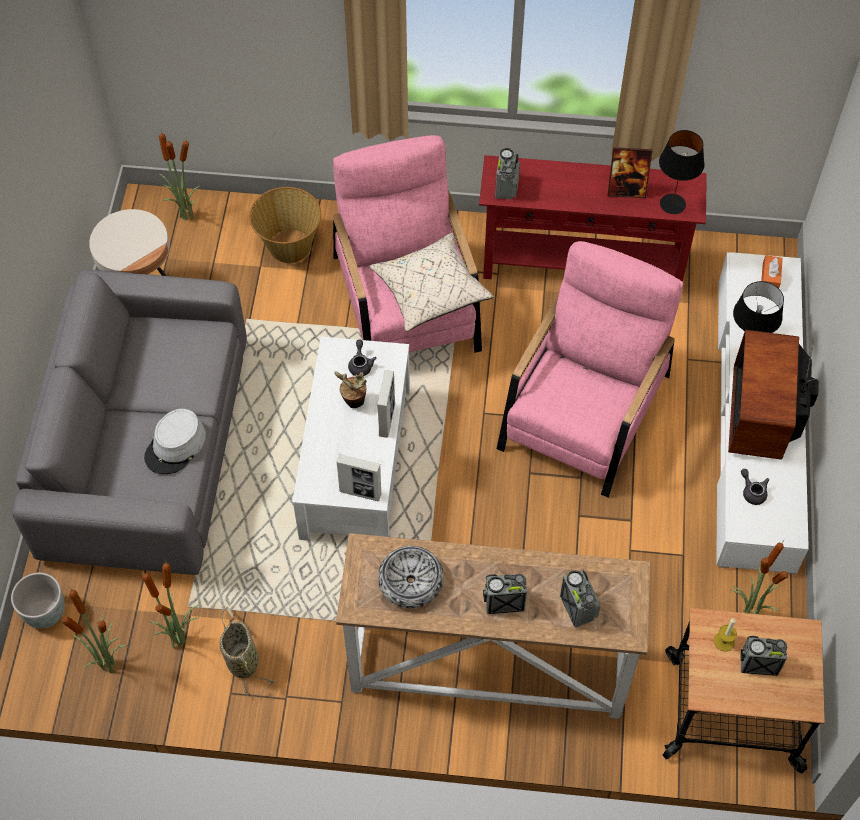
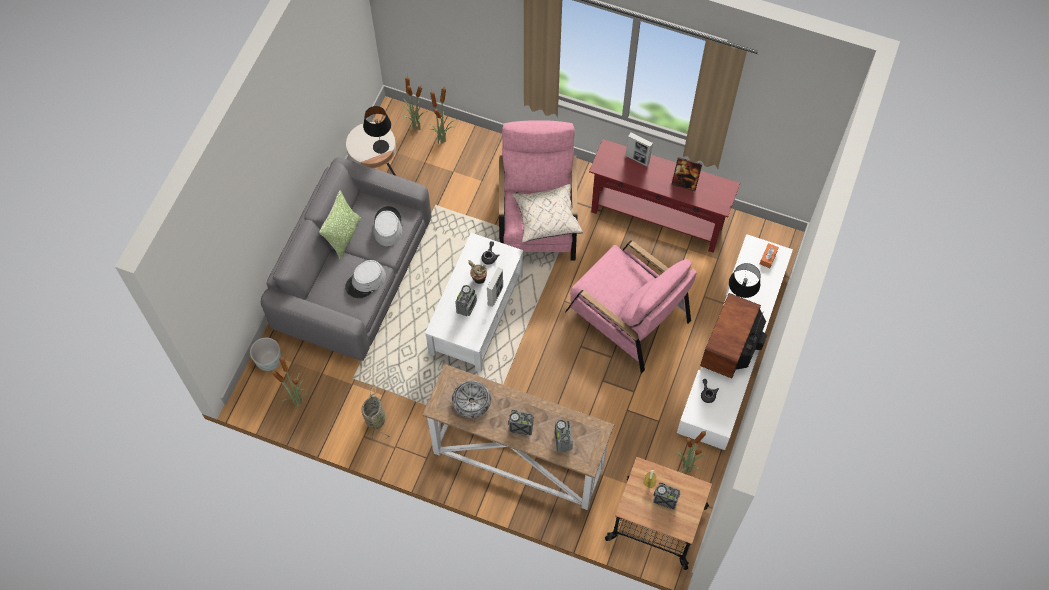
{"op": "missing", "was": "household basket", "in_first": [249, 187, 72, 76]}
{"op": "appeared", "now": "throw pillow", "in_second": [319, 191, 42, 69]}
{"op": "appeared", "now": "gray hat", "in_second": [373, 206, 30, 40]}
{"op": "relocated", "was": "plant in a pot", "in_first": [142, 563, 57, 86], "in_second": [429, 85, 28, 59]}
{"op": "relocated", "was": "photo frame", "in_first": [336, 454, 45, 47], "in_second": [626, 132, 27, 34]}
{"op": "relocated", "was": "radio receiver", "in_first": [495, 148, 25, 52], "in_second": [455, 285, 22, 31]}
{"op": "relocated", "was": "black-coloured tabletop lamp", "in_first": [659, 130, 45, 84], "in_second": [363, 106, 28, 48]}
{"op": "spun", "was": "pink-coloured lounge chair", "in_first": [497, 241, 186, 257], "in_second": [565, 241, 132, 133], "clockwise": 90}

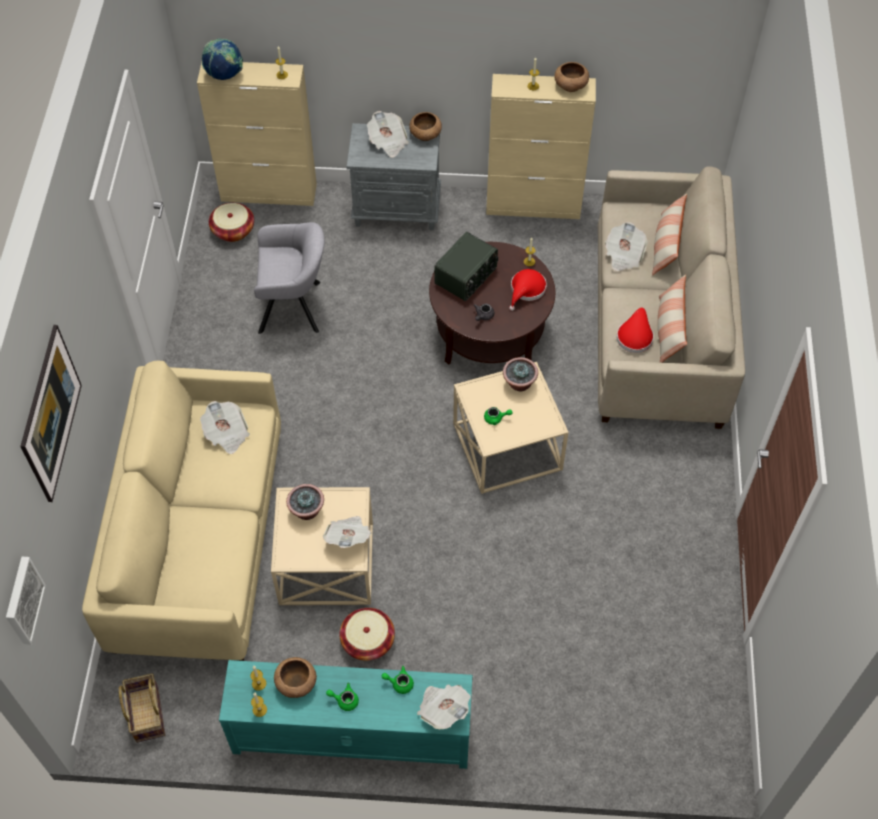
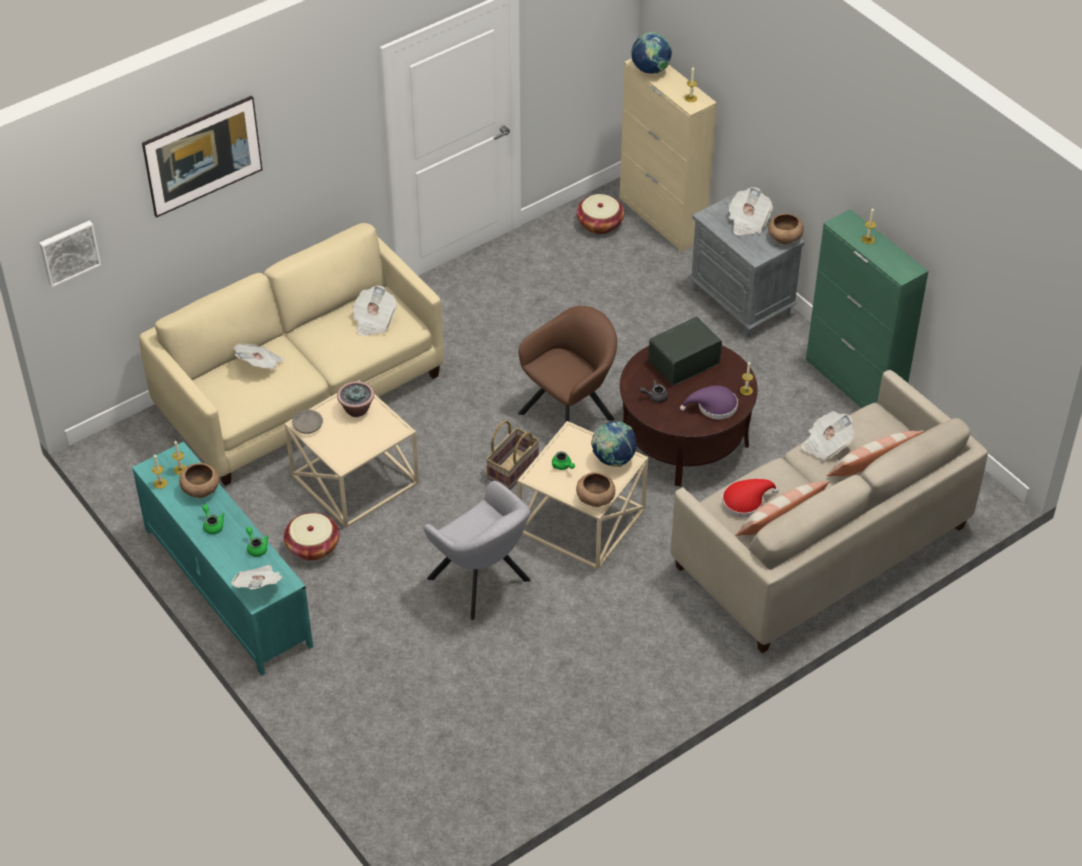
{"op": "appeared", "now": "gray deep dish", "in_second": [292, 409, 31, 25]}
{"op": "appeared", "now": "brownish lounge chair", "in_second": [518, 306, 99, 117]}
{"op": "relocated", "was": "household basket", "in_first": [119, 674, 46, 69], "in_second": [486, 420, 54, 70]}
{"op": "relocated", "was": "gray lounge chair", "in_first": [254, 222, 71, 112], "in_second": [423, 481, 108, 139]}
{"op": "relocated", "was": "printed paper", "in_first": [323, 516, 49, 32], "in_second": [234, 343, 51, 26]}
{"op": "relocated", "was": "brownish deep dish", "in_first": [554, 62, 35, 30], "in_second": [576, 472, 40, 35]}
{"op": "exchanged", "was": "plant in a pot", "now": "globe", "in_first": [503, 357, 35, 34], "in_second": [591, 421, 46, 46]}
{"op": "colour", "was": "sand-coloured cabinet", "now": "green cabinet", "in_first": [486, 74, 110, 145], "in_second": [806, 209, 123, 199]}
{"op": "colour", "was": "red-coloured hat", "now": "purple-coloured hat", "in_first": [509, 269, 38, 42], "in_second": [680, 385, 58, 34]}
{"op": "spun", "was": "radio receiver", "in_first": [434, 232, 64, 69], "in_second": [648, 317, 74, 69], "clockwise": 150}

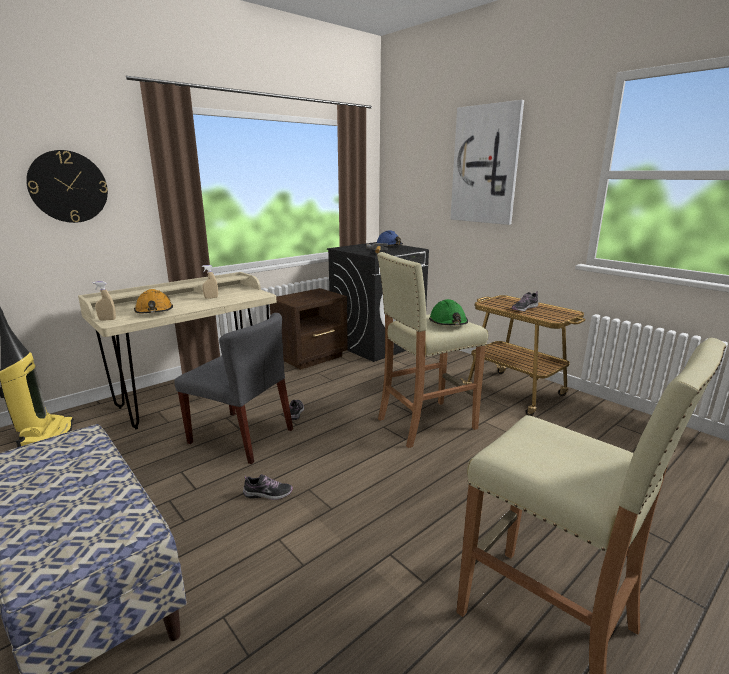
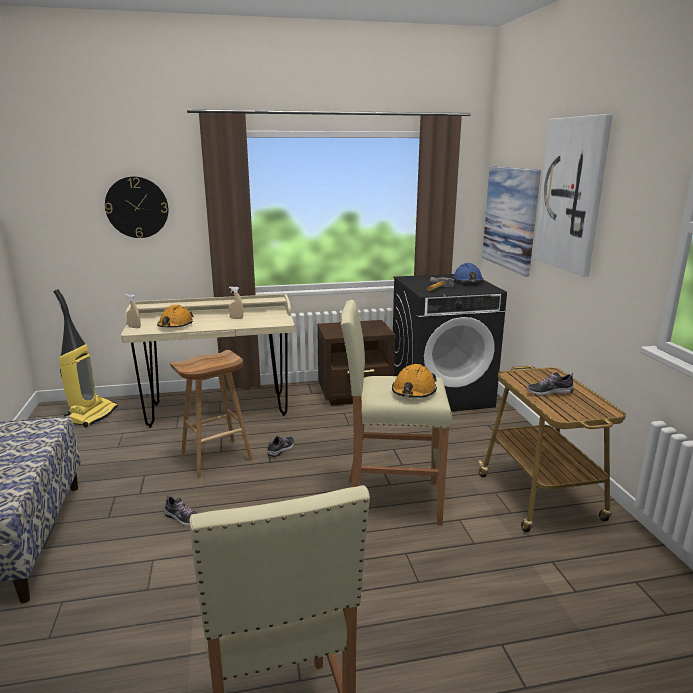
{"op": "appeared", "now": "wall picture", "in_second": [482, 167, 59, 109]}
{"op": "exchanged", "was": "gray plain chair", "now": "brownish stool seat", "in_first": [174, 313, 119, 151], "in_second": [170, 350, 83, 128]}
{"op": "colour", "was": "green work helmet", "now": "orange-coloured work helmet", "in_first": [429, 299, 39, 26], "in_second": [392, 364, 45, 34]}

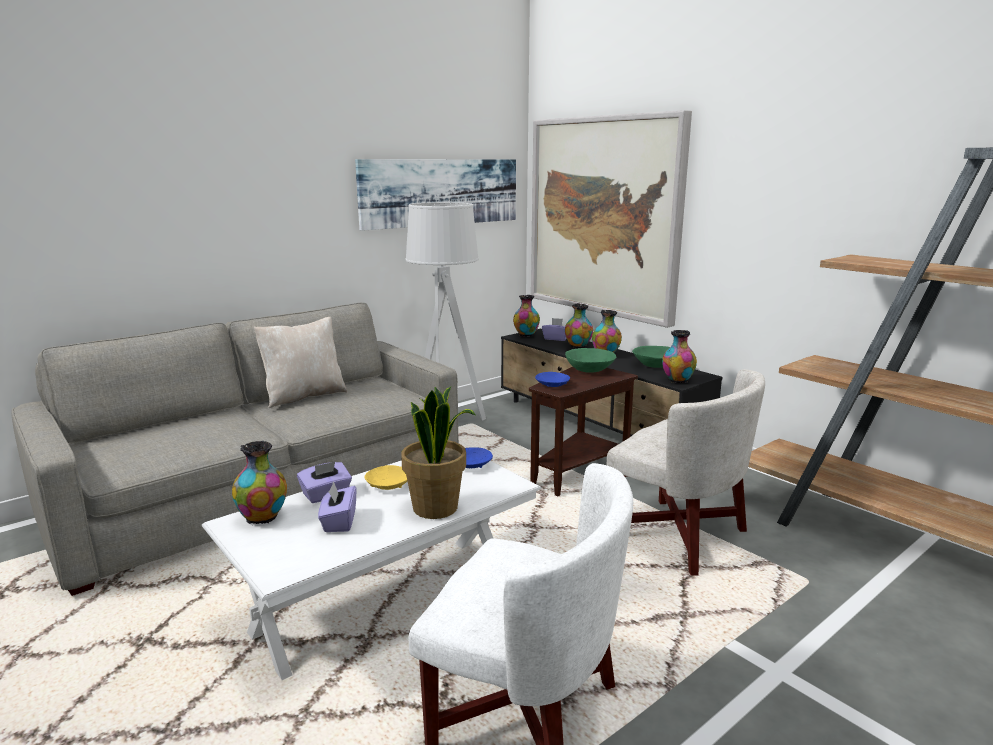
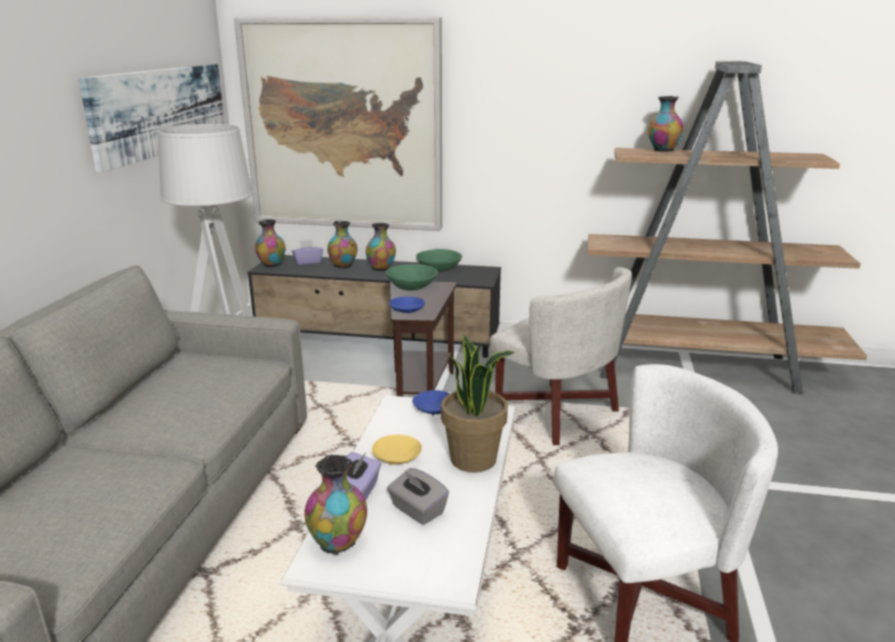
{"op": "missing", "was": "sand-coloured throw pillow", "in_first": [254, 317, 93, 91]}
{"op": "relocated", "was": "flower vase", "in_first": [662, 330, 35, 53], "in_second": [648, 96, 36, 56]}
{"op": "colour", "was": "purple-coloured tissue holder", "now": "gray tissue holder", "in_first": [318, 481, 39, 51], "in_second": [387, 468, 62, 57]}
{"op": "spun", "was": "whitish lounge chair", "in_first": [606, 369, 159, 207], "in_second": [490, 267, 142, 178], "clockwise": 45}

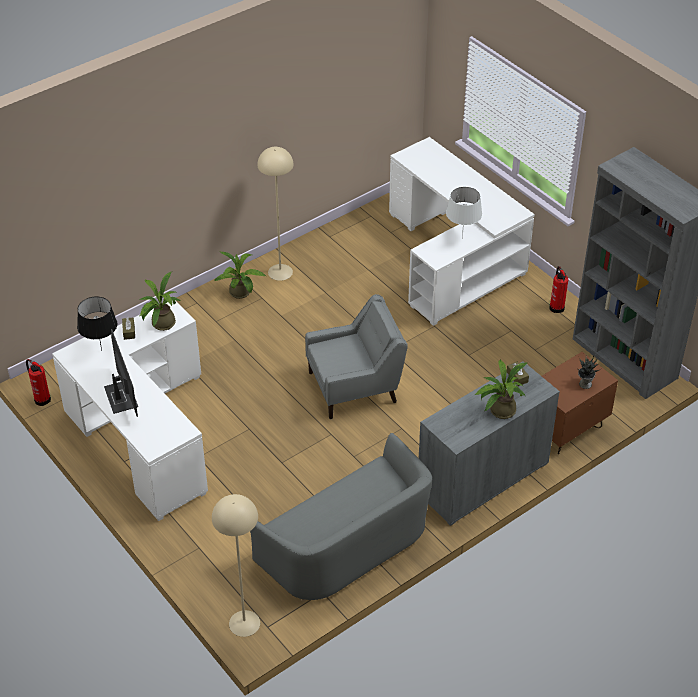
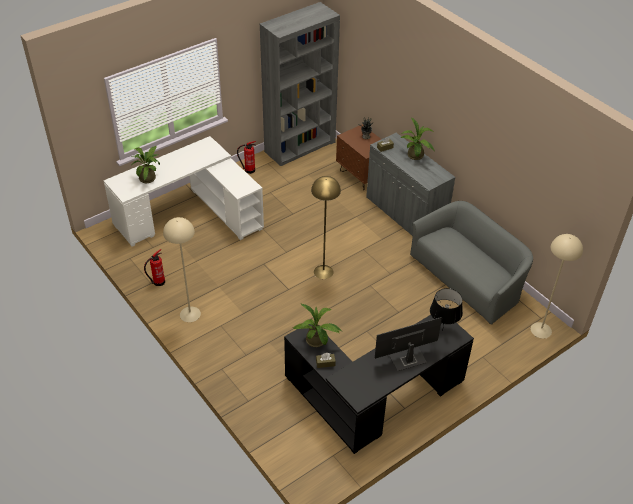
{"op": "missing", "was": "whitish tabletop lamp", "in_first": [446, 187, 36, 52]}
{"op": "relocated", "was": "extinguisher", "in_first": [26, 359, 25, 47], "in_second": [144, 249, 21, 37]}
{"op": "relocated", "was": "black-coloured tabletop lamp", "in_first": [77, 297, 40, 54], "in_second": [430, 288, 33, 43]}
{"op": "relocated", "was": "plant in a pot", "in_first": [214, 252, 52, 47], "in_second": [132, 146, 28, 37]}
{"op": "exchanged", "was": "gray lounge chair", "now": "yellow standing lamp", "in_first": [305, 294, 103, 125], "in_second": [311, 176, 30, 103]}
{"op": "colour", "was": "whitish desk unit", "now": "black-coloured desk unit", "in_first": [52, 300, 156, 221], "in_second": [284, 315, 190, 139]}

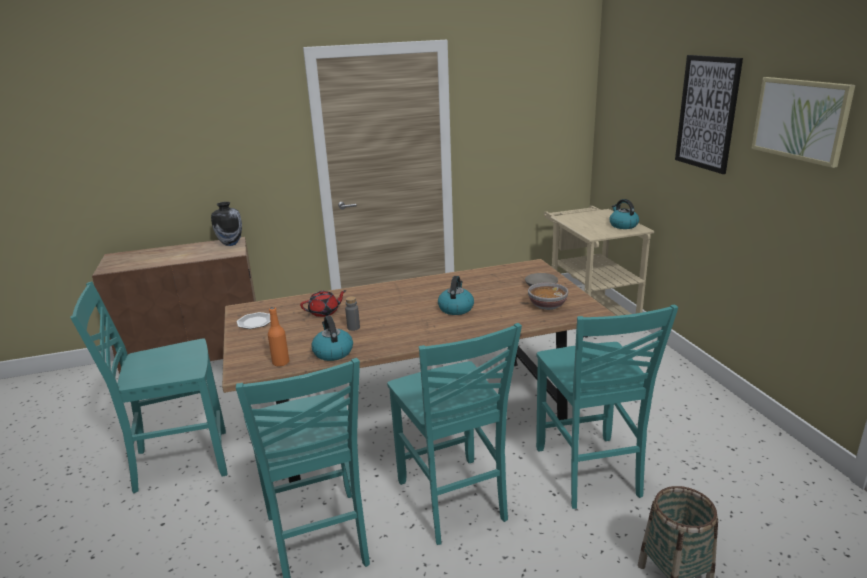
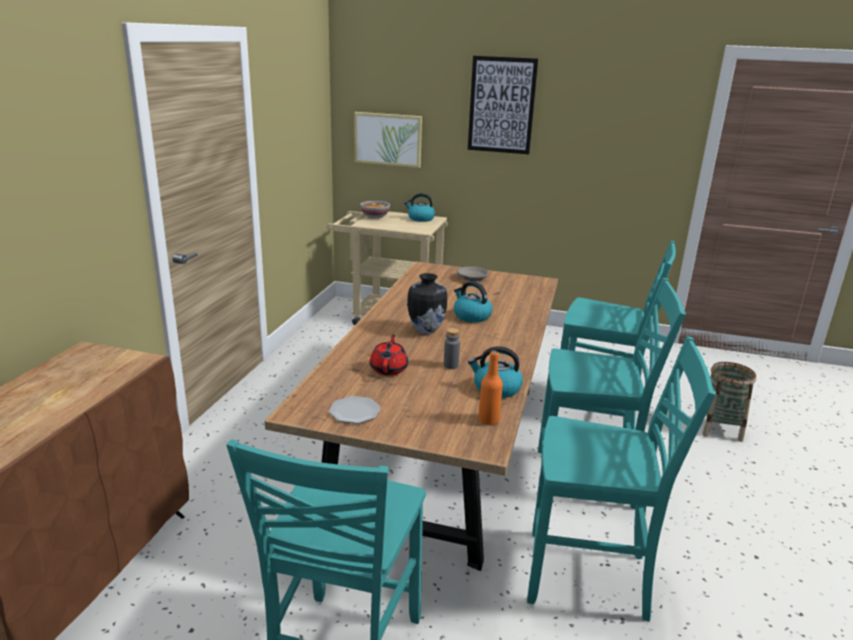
{"op": "relocated", "was": "flower vase", "in_first": [211, 202, 31, 44], "in_second": [407, 273, 40, 62]}
{"op": "relocated", "was": "deep dish", "in_first": [528, 283, 40, 27], "in_second": [360, 201, 30, 17]}
{"op": "relocated", "was": "wall picture", "in_first": [751, 77, 104, 91], "in_second": [354, 112, 68, 56]}

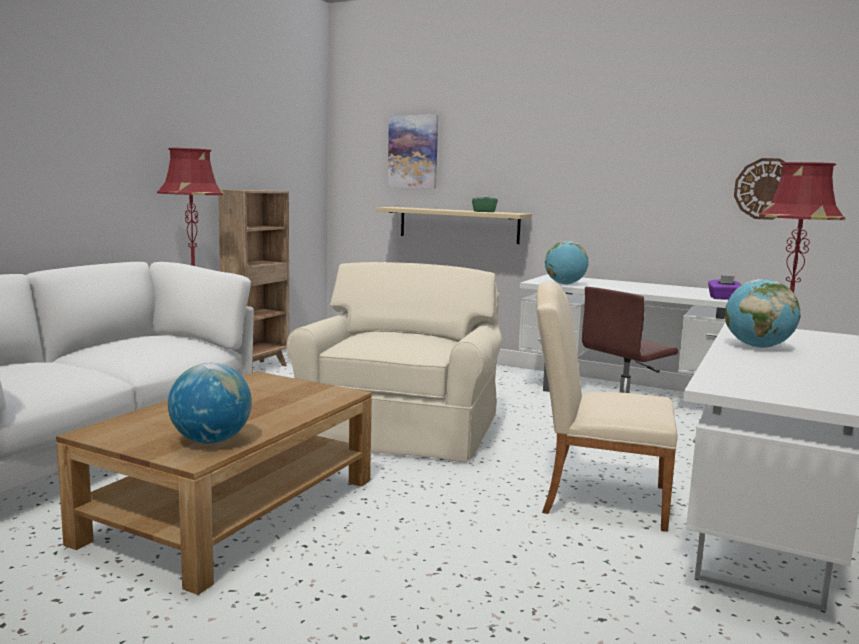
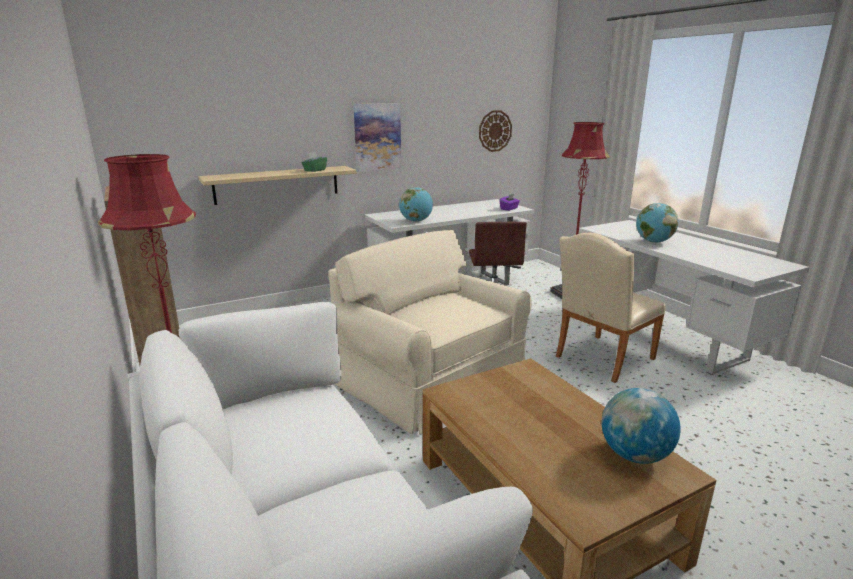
{"op": "relocated", "was": "wall picture", "in_first": [387, 115, 51, 74], "in_second": [353, 103, 48, 69]}

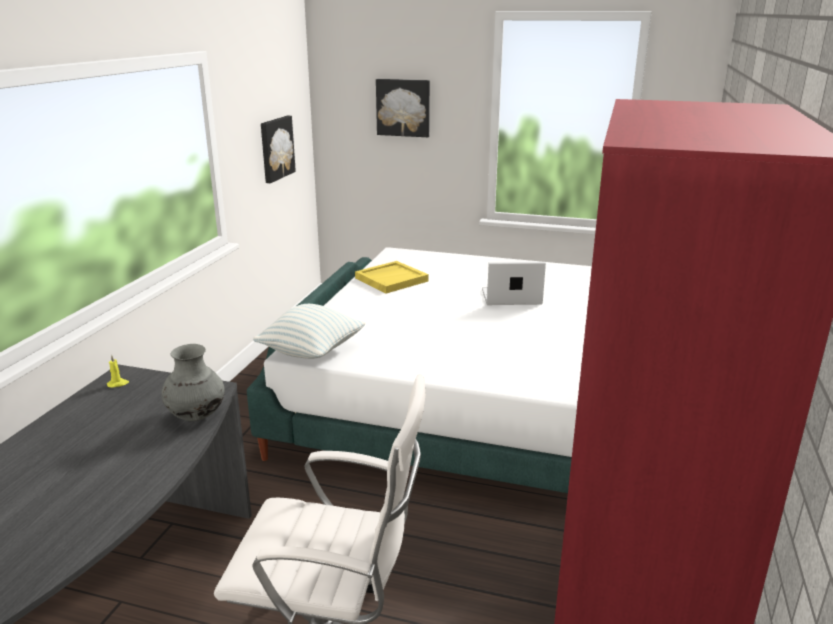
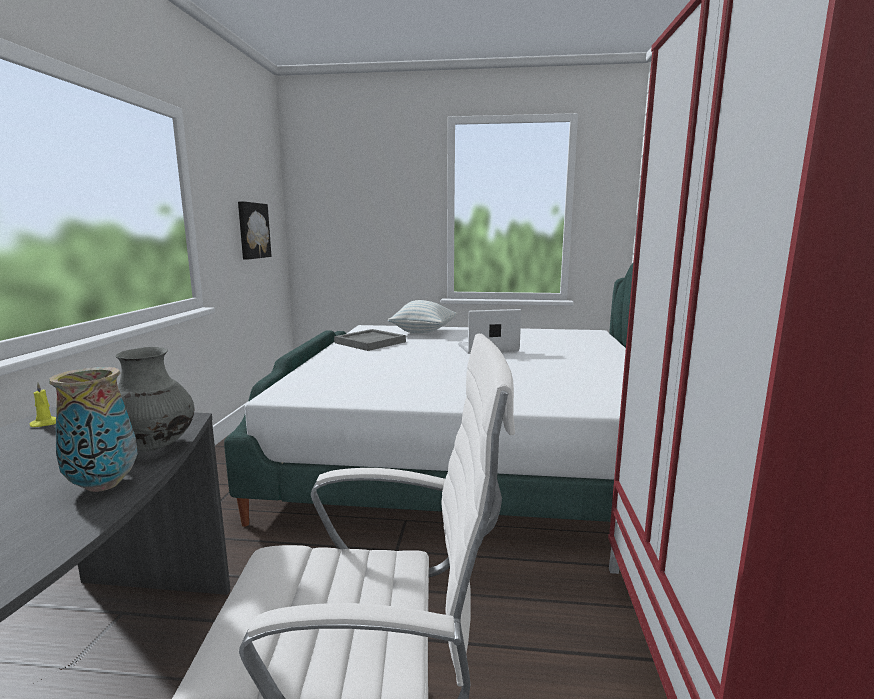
{"op": "missing", "was": "wall picture", "in_first": [376, 79, 54, 58]}
{"op": "appeared", "now": "flower vase", "in_second": [49, 367, 89, 125]}
{"op": "relocated", "was": "throw pillow", "in_first": [253, 304, 113, 55], "in_second": [388, 300, 69, 34]}
{"op": "colour", "was": "yellow serving tray", "now": "gray serving tray", "in_first": [355, 261, 74, 33], "in_second": [334, 329, 72, 22]}

